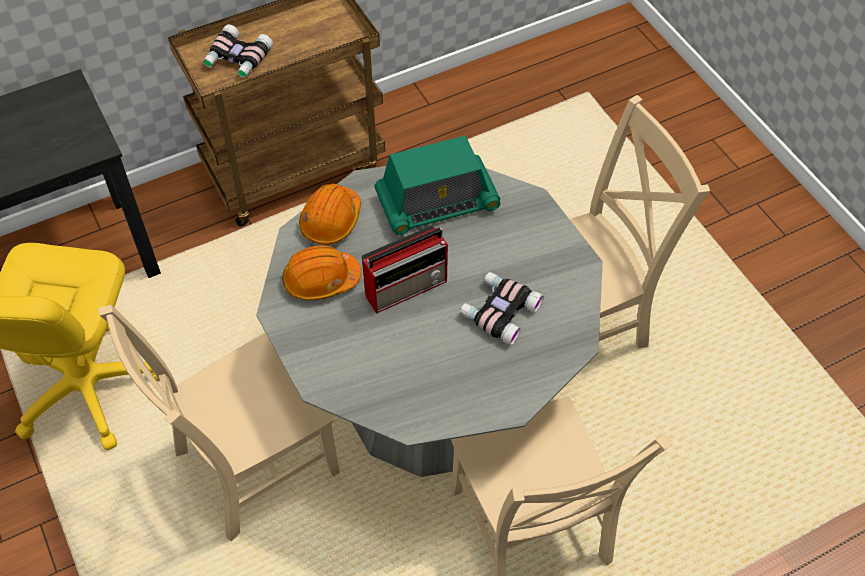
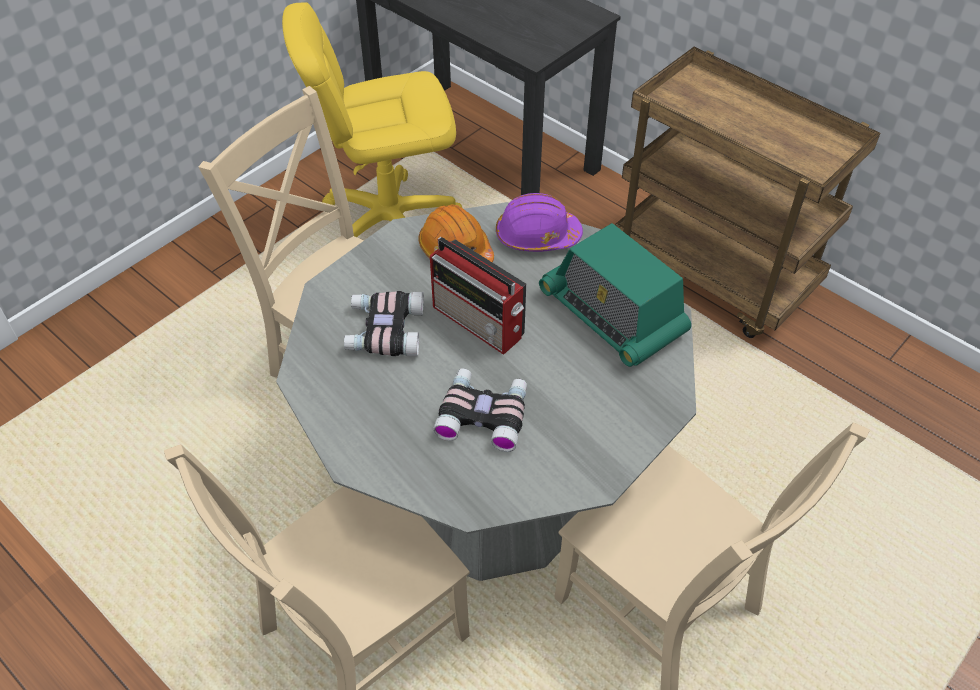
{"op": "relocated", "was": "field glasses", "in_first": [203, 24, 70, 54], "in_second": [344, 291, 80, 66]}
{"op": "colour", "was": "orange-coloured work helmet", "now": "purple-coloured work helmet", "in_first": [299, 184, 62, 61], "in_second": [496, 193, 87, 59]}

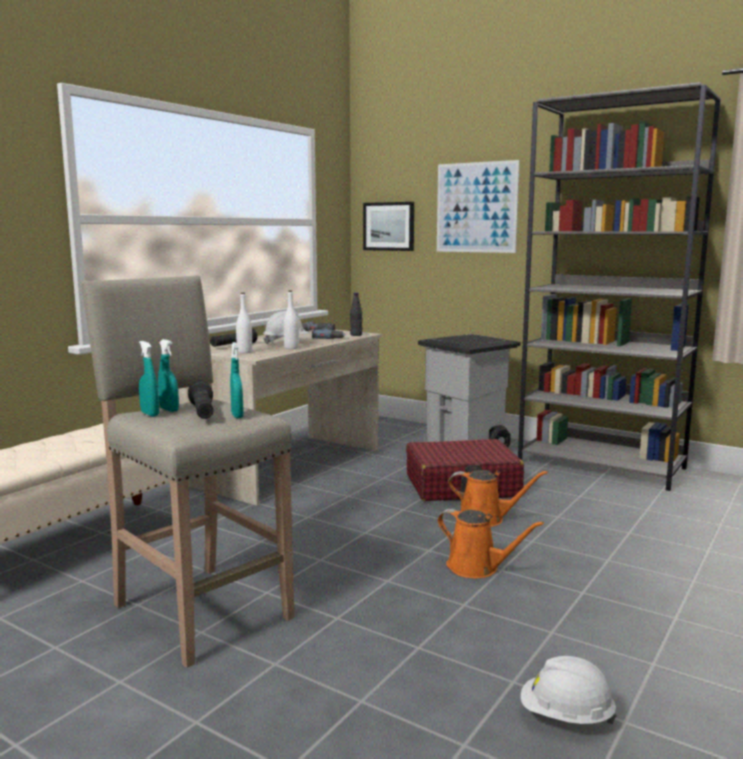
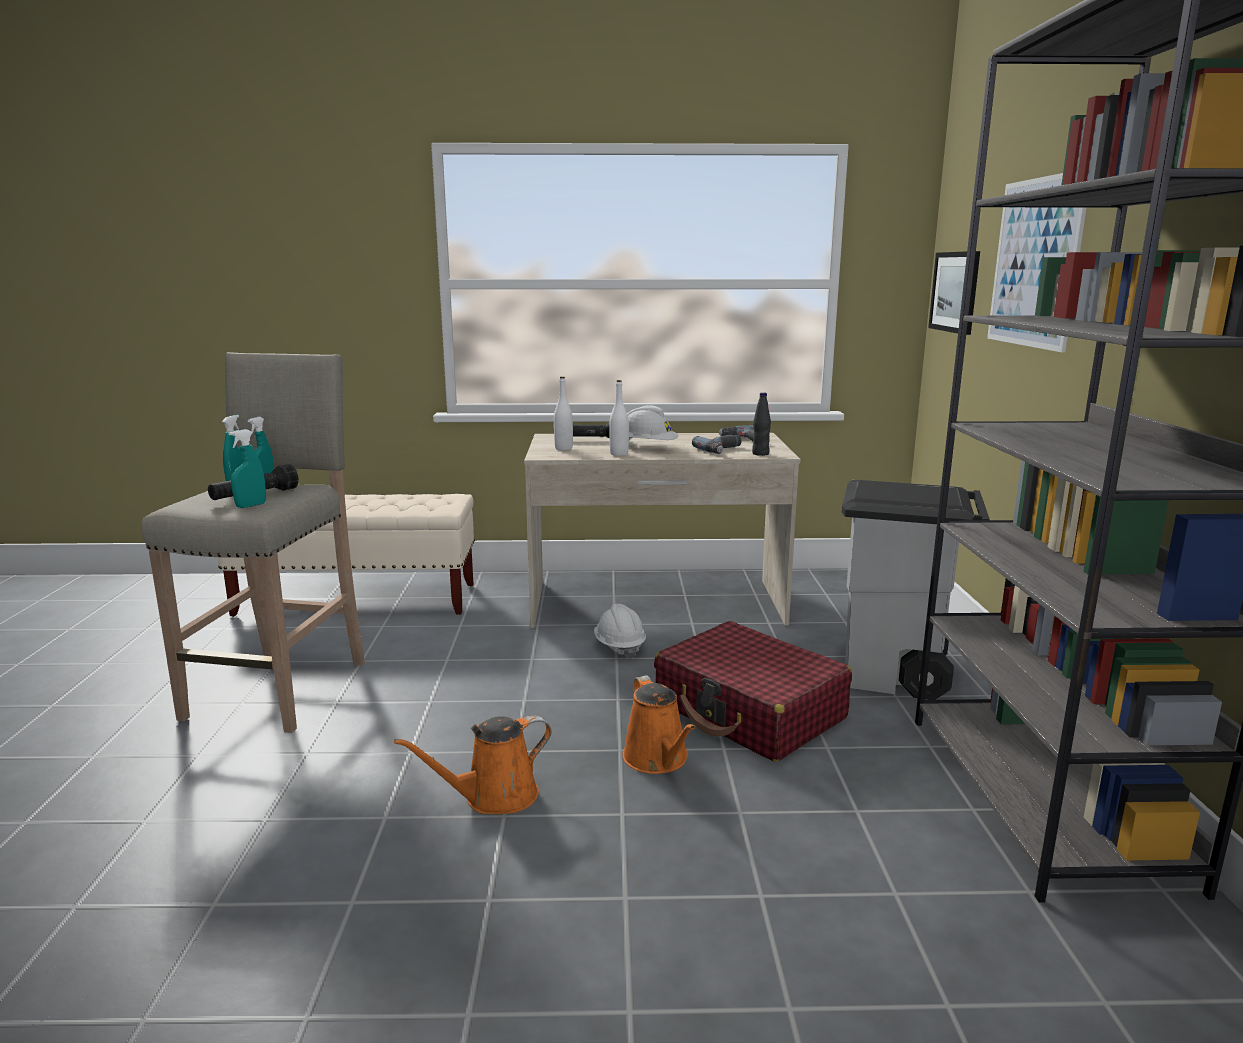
{"op": "relocated", "was": "whitish work helmet", "in_first": [521, 656, 96, 70], "in_second": [594, 604, 52, 55]}
{"op": "spun", "was": "orange-coloured watering can", "in_first": [438, 509, 106, 69], "in_second": [394, 715, 158, 99], "clockwise": 60}

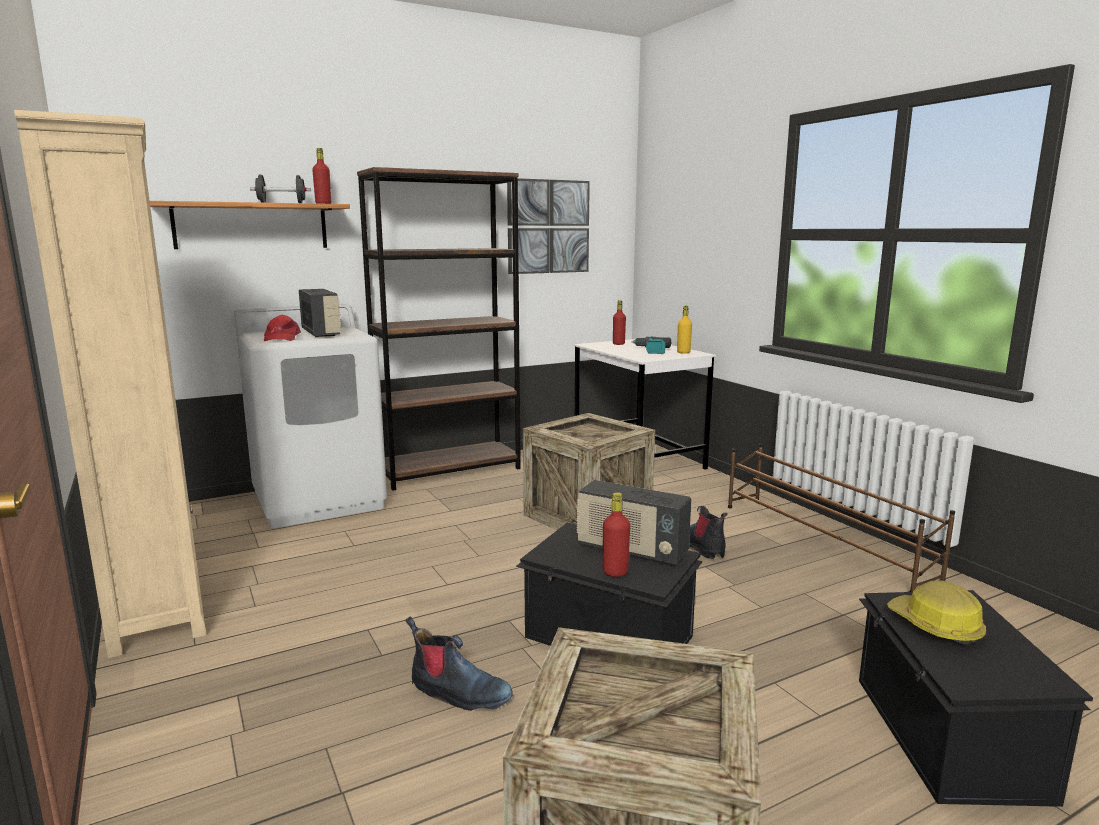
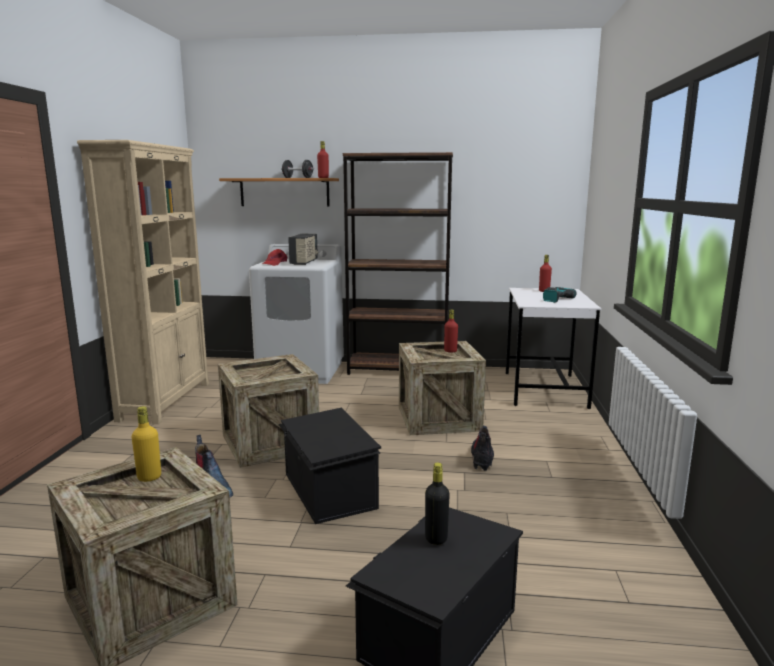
{"op": "missing", "was": "wall picture", "in_first": [507, 178, 83, 96]}
{"op": "missing", "was": "radio receiver", "in_first": [577, 480, 115, 84]}
{"op": "missing", "was": "brownish shoe stand", "in_first": [728, 444, 227, 148]}
{"op": "appeared", "now": "crate", "in_second": [218, 354, 101, 114]}
{"op": "relocated", "was": "red-coloured bottle", "in_first": [603, 492, 27, 85], "in_second": [444, 310, 14, 42]}
{"op": "relocated", "was": "yellow bottle", "in_first": [677, 306, 15, 48], "in_second": [132, 406, 29, 76]}
{"op": "exchanged", "was": "work helmet", "now": "black-coloured bottle", "in_first": [887, 580, 99, 64], "in_second": [425, 463, 25, 82]}

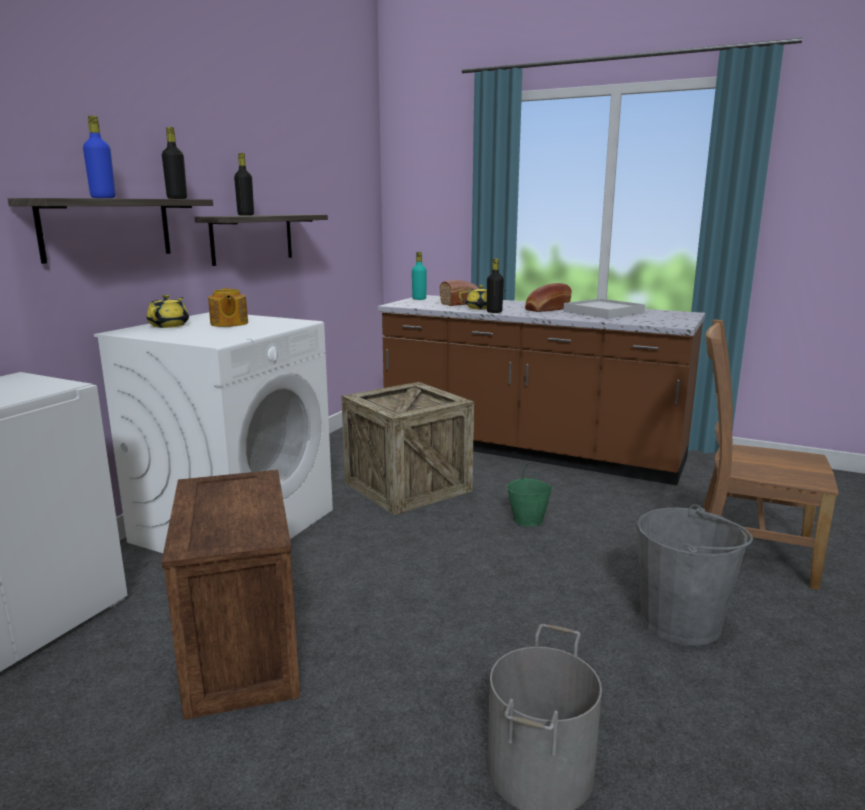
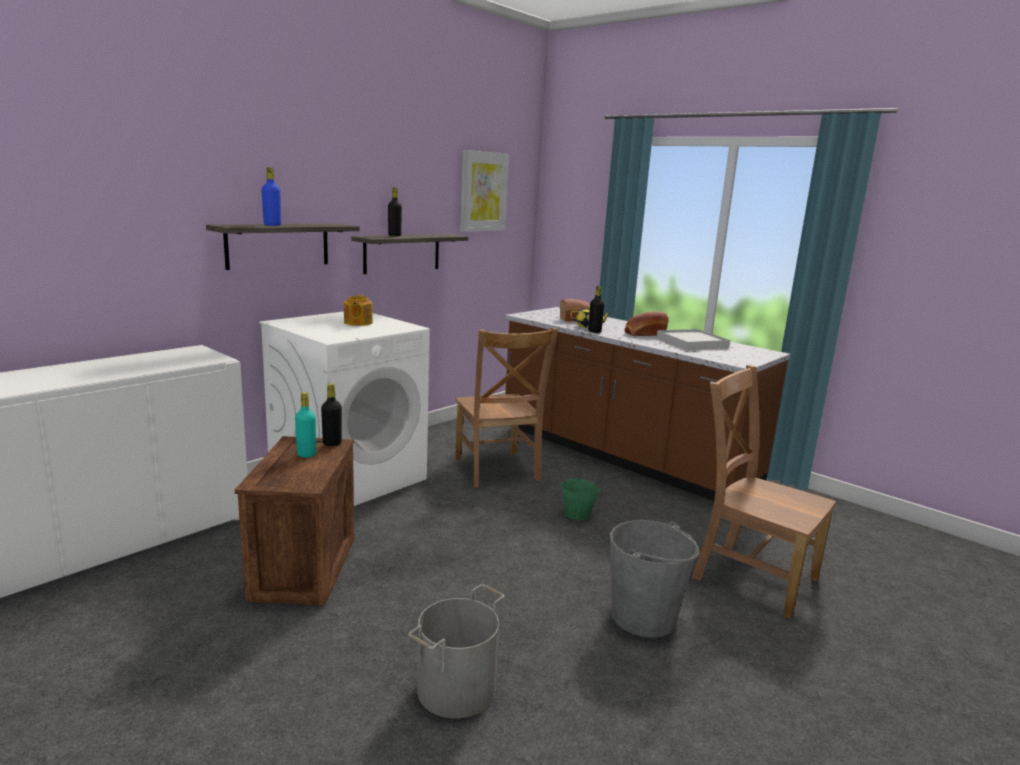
{"op": "missing", "was": "yellow pot for tea", "in_first": [147, 295, 42, 33]}
{"op": "appeared", "now": "wall picture", "in_second": [460, 150, 49, 82]}
{"op": "relocated", "was": "black-coloured bottle", "in_first": [162, 127, 25, 72], "in_second": [321, 383, 21, 63]}
{"op": "relocated", "was": "blue-green bottle", "in_first": [412, 252, 15, 48], "in_second": [295, 392, 21, 66]}
{"op": "exchanged", "was": "crate", "now": "brownish plain chair", "in_first": [341, 382, 133, 133], "in_second": [455, 328, 104, 159]}

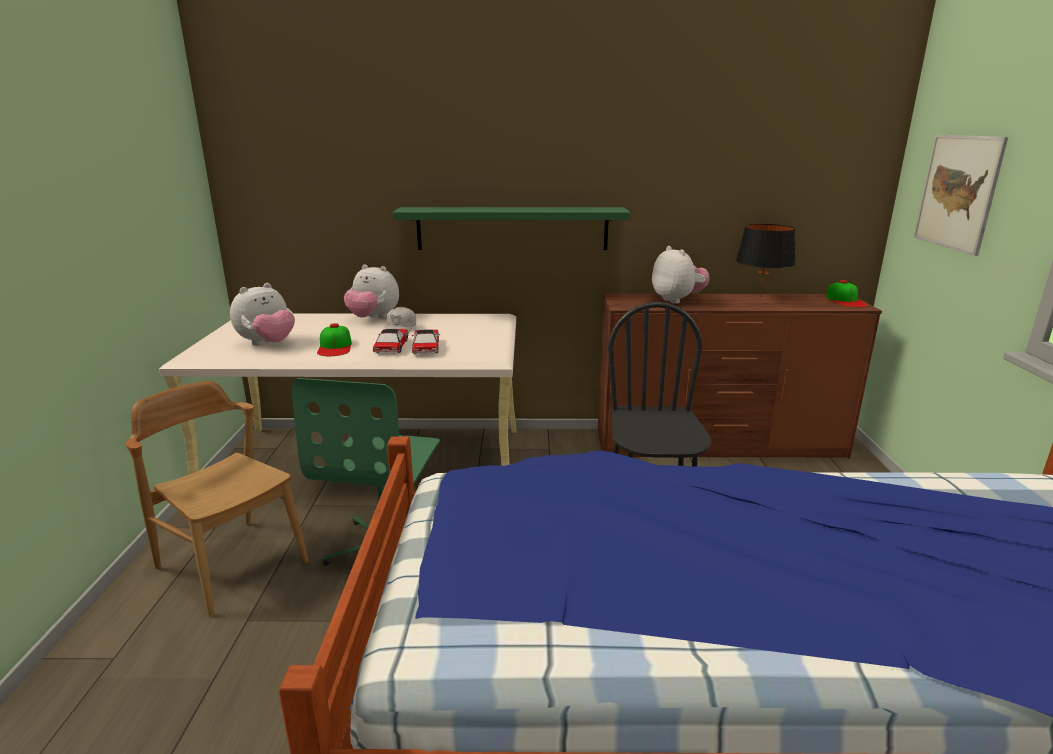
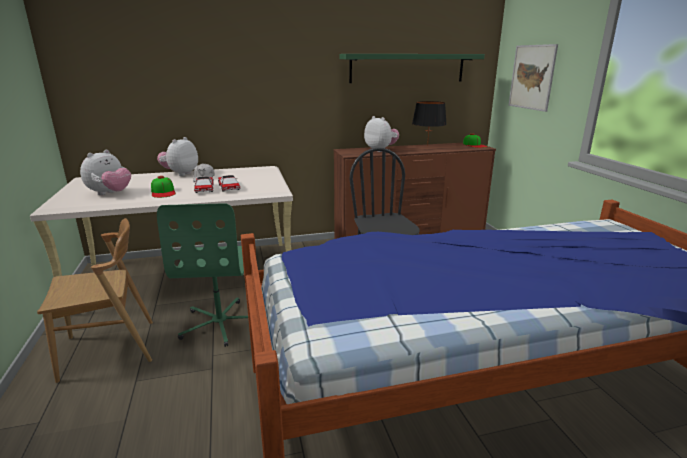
{"op": "relocated", "was": "green shelf", "in_first": [393, 207, 237, 43], "in_second": [339, 54, 146, 29]}
{"op": "spun", "was": "brownish plain chair", "in_first": [126, 381, 183, 236], "in_second": [37, 218, 116, 165], "clockwise": 135}
{"op": "spun", "was": "soft toy", "in_first": [344, 265, 55, 53], "in_second": [157, 137, 41, 39], "clockwise": 105}

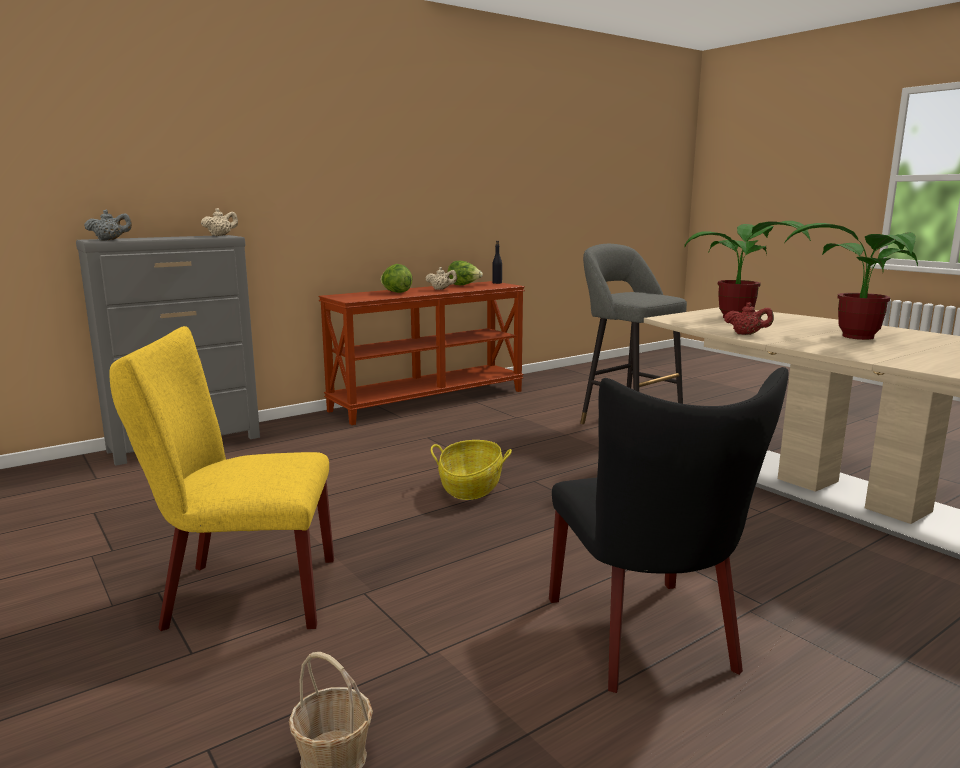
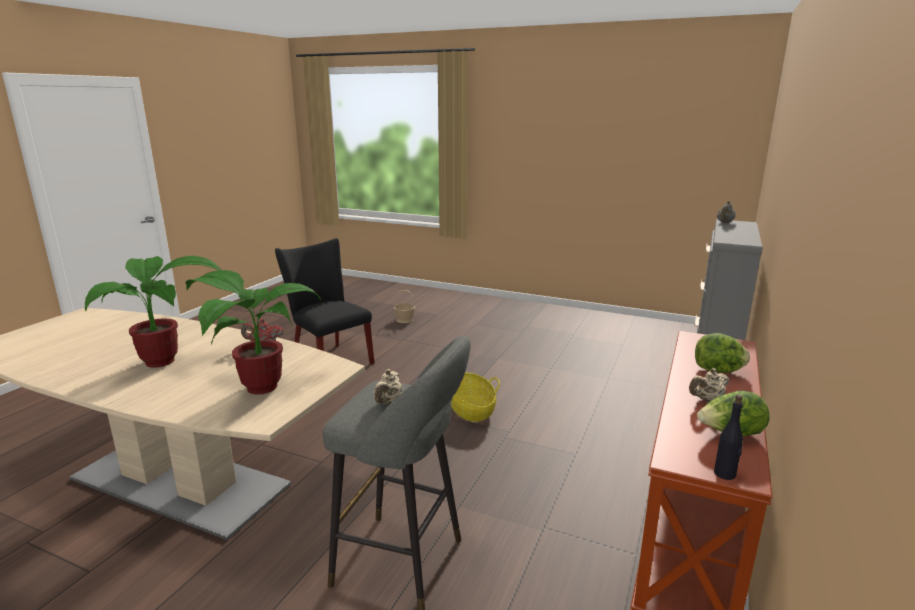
{"op": "missing", "was": "yellow plain chair", "in_first": [109, 326, 225, 305]}
{"op": "relocated", "was": "sand-coloured pot for tea", "in_first": [201, 208, 37, 28], "in_second": [374, 369, 29, 36]}

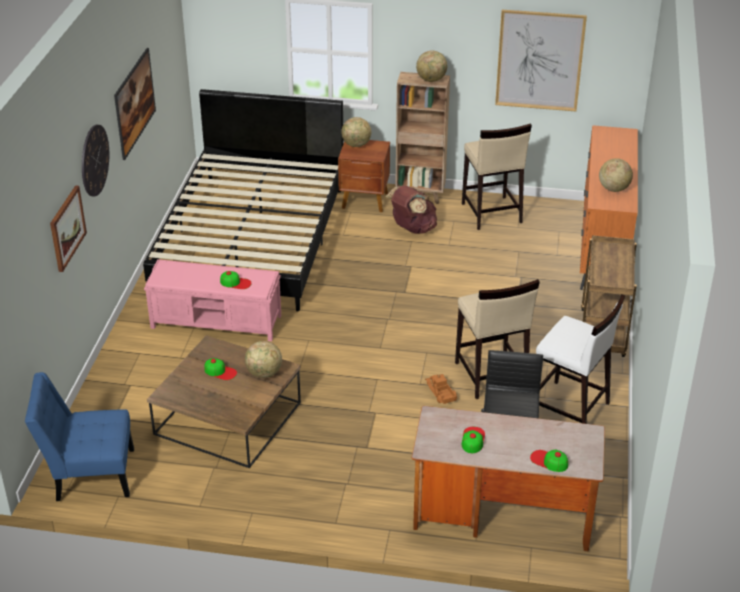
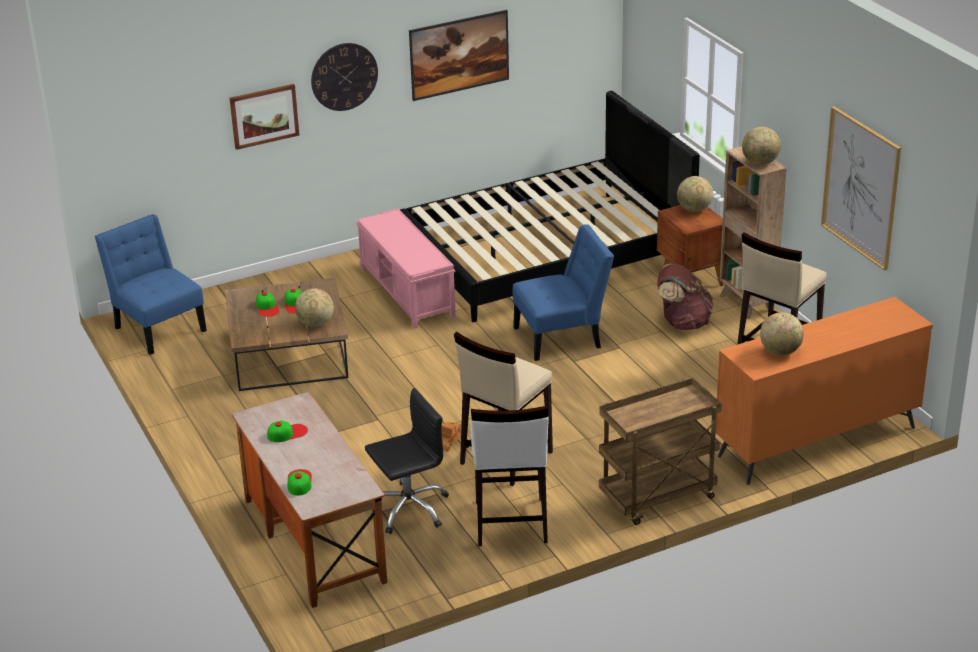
{"op": "appeared", "now": "bluish plain chair", "in_second": [513, 224, 101, 137]}
{"op": "relocated", "was": "cap", "in_first": [220, 271, 32, 18], "in_second": [256, 292, 24, 25]}

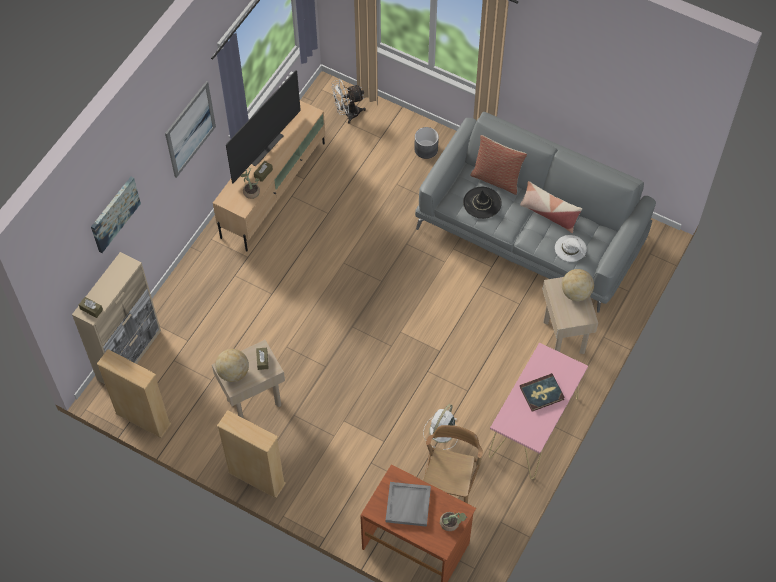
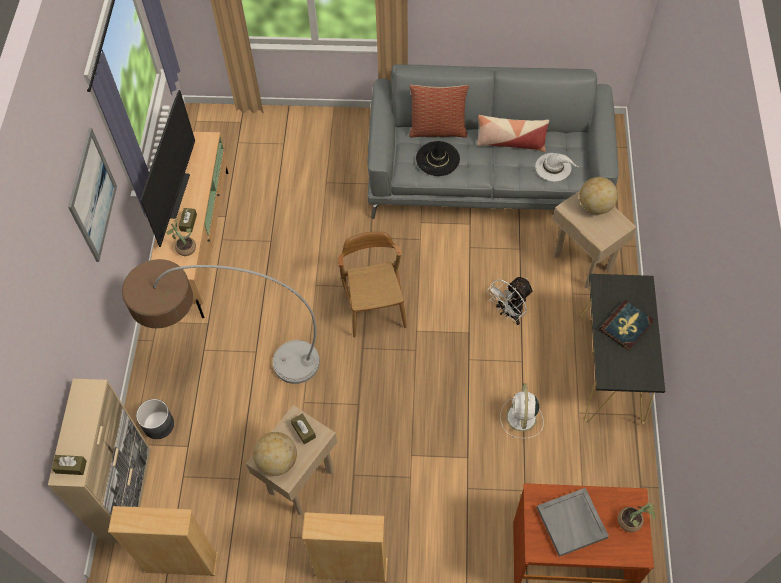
{"op": "missing", "was": "wall picture", "in_first": [91, 177, 50, 76]}
{"op": "appeared", "now": "standing lamp", "in_second": [122, 259, 198, 125]}
{"op": "relocated", "was": "whitish electric fan", "in_first": [331, 79, 35, 45], "in_second": [487, 277, 47, 48]}
{"op": "relocated", "was": "gray plant pot", "in_first": [415, 127, 24, 32], "in_second": [136, 399, 38, 40]}
{"op": "relocated", "was": "brownish plain chair", "in_first": [423, 425, 60, 79], "in_second": [338, 232, 69, 106]}
{"op": "colour", "was": "pink-coloured hall table", "now": "black-coloured hall table", "in_first": [489, 343, 99, 136], "in_second": [579, 274, 86, 151]}

